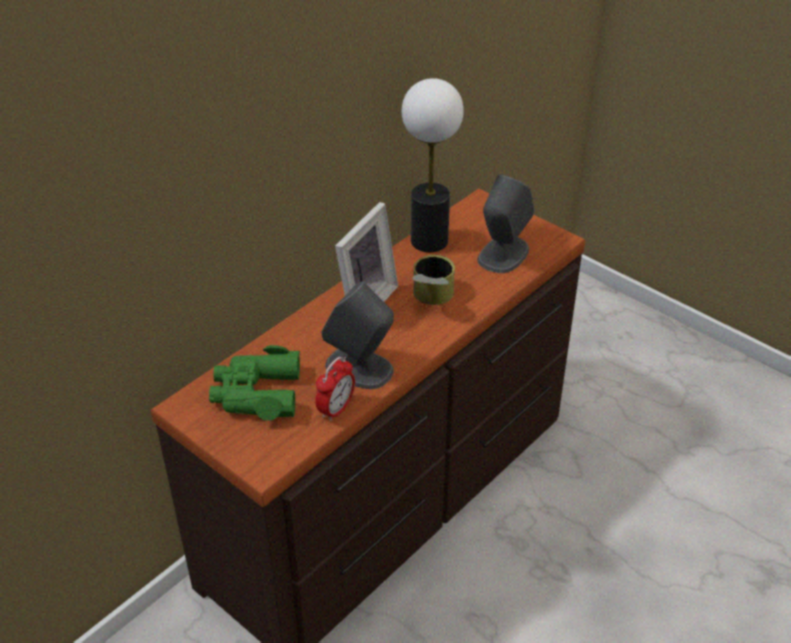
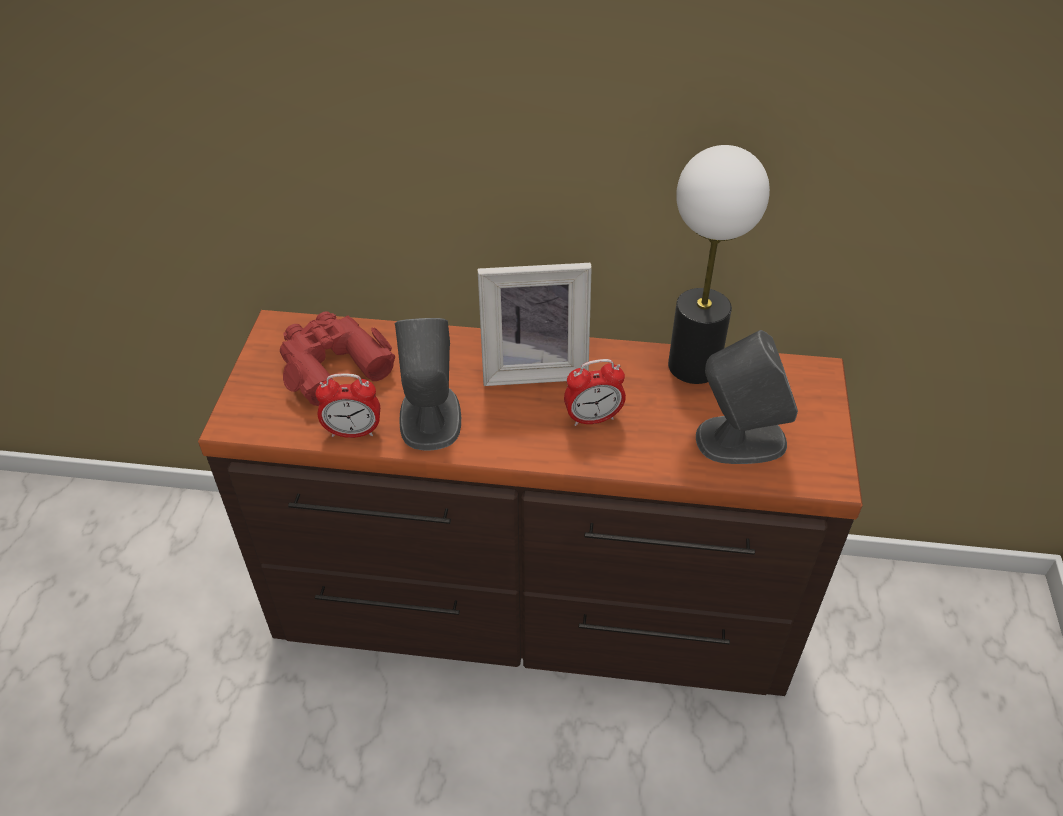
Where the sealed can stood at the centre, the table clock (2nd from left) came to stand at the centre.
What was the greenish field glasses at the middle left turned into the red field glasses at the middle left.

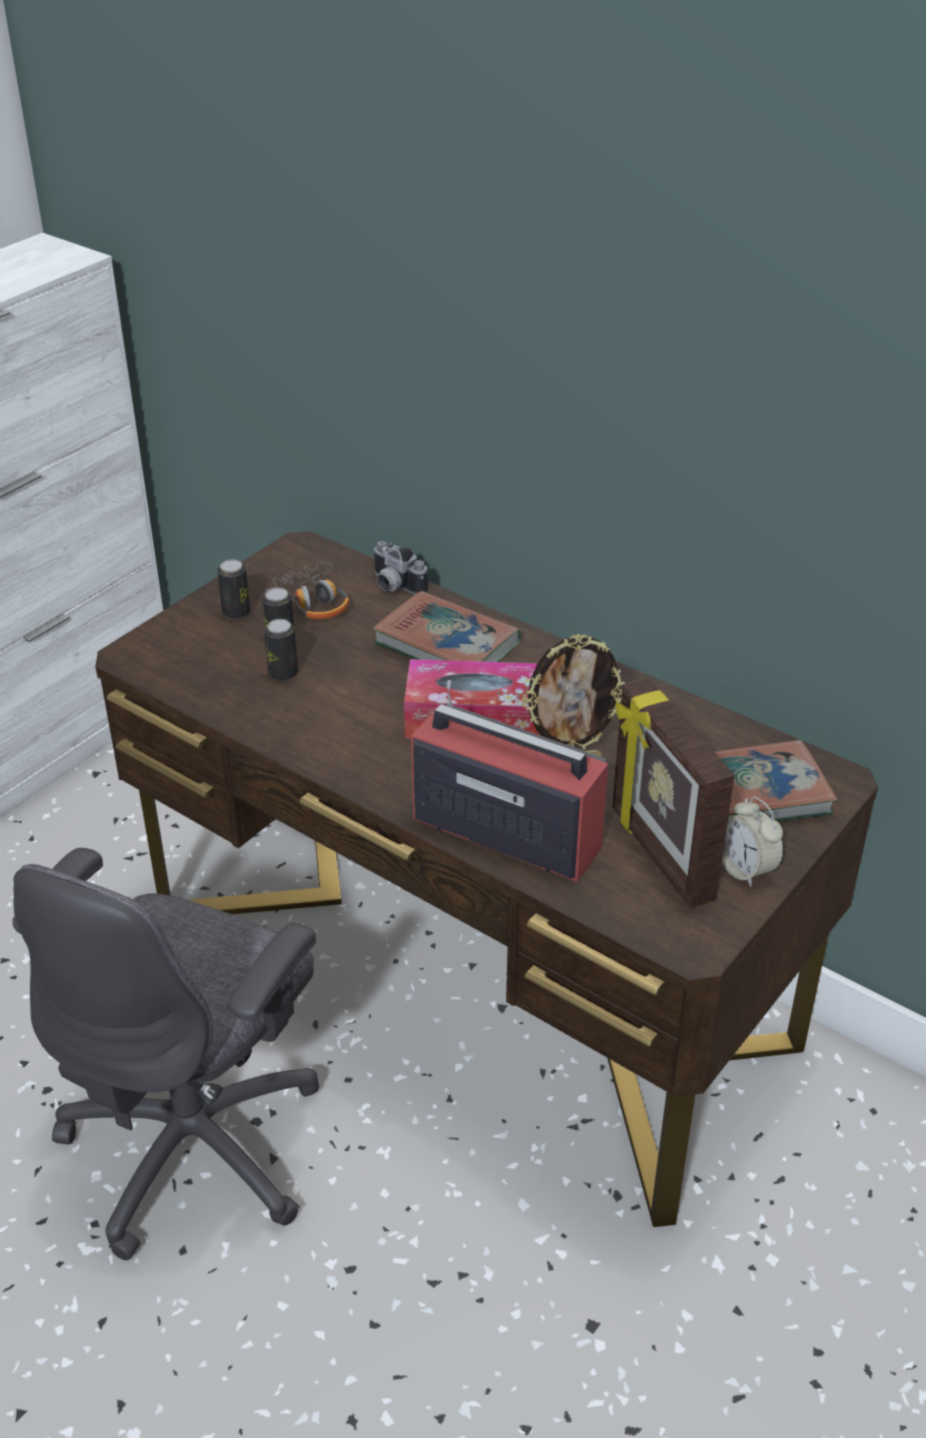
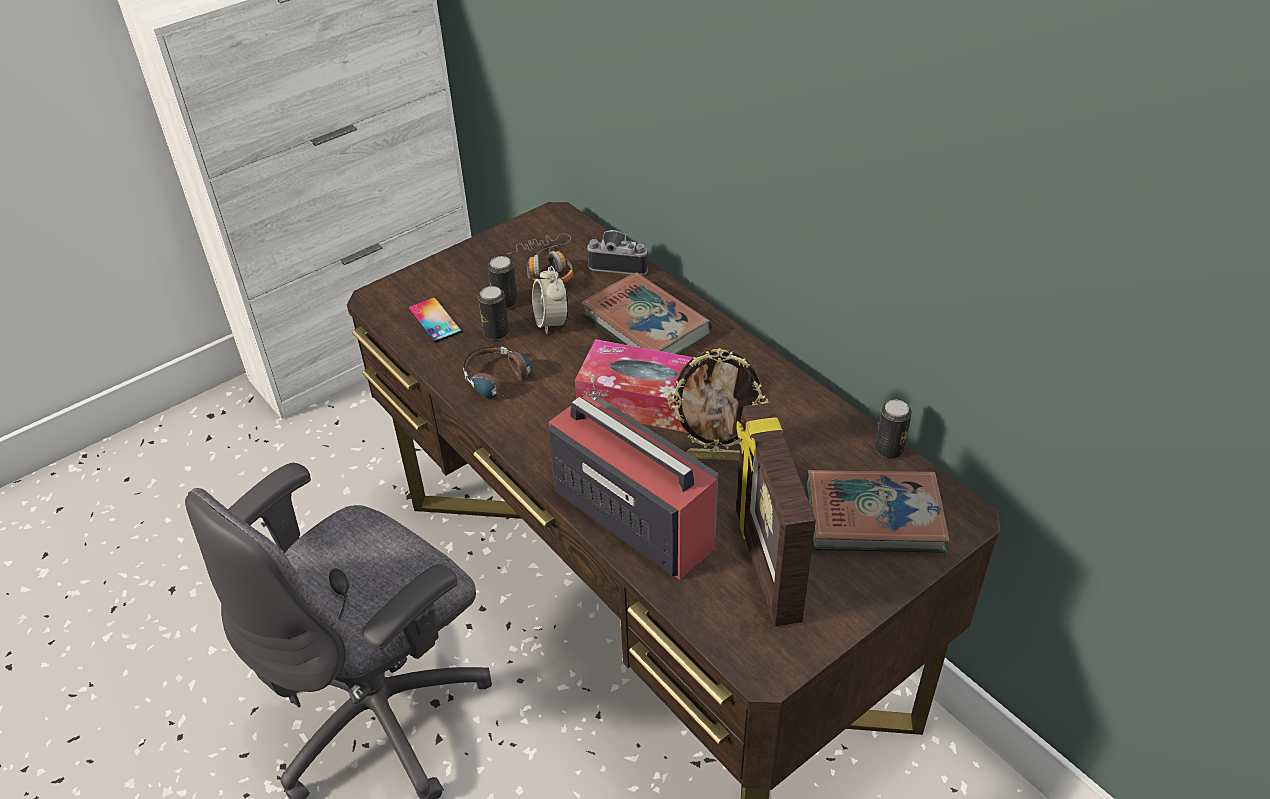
The second view gained the handset at the centre.
The second view gained the pair of headphones (1st from left) at the centre.
The sealed can (1st from left in the first image) ended up elsewhere, having gone from the middle left to the middle right.
The table clock ended up elsewhere, having gone from the middle right to the centre.
The still camera at the centre ended up facing another way, 135 degrees clockwise from before.

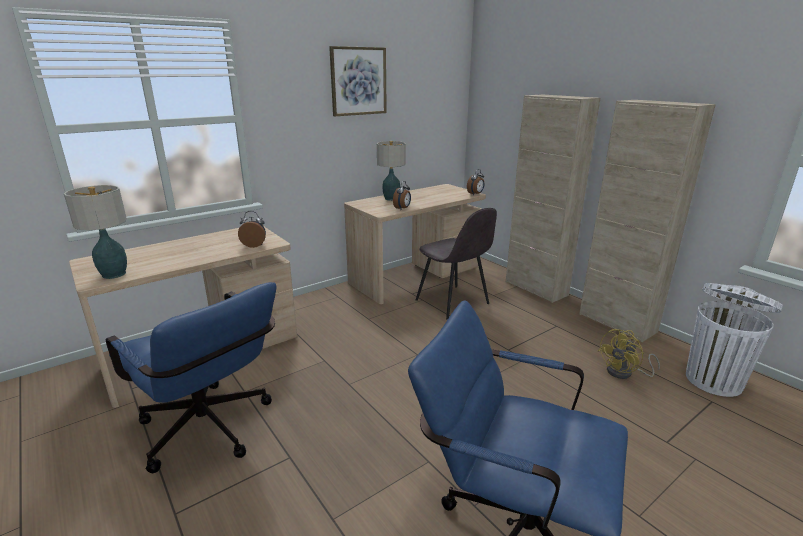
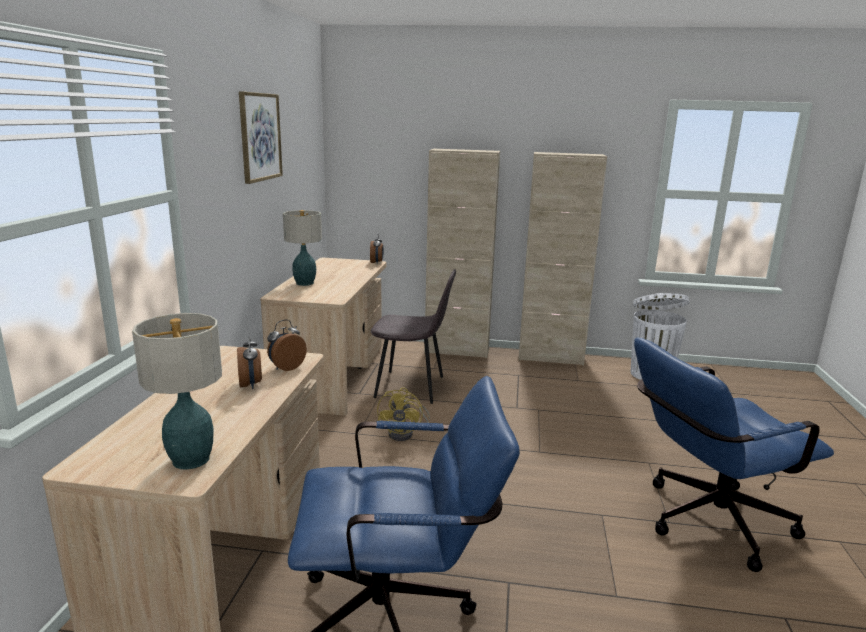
The table clock (2nd from left in the first image) ended up elsewhere, having gone from the centre to the middle left.
The yellow electric fan ended up elsewhere, having gone from the middle right to the centre.

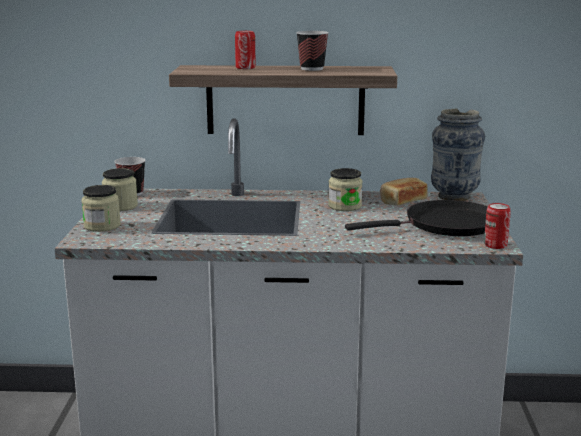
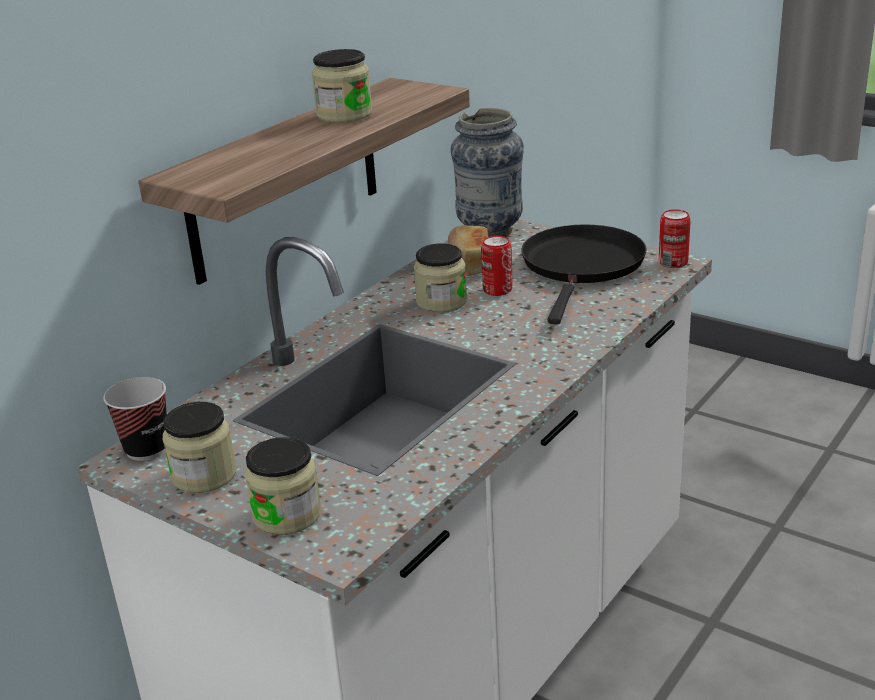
The sealed can (1st from left) ended up elsewhere, having gone from the top centre to the centre.
Where the small cup (2nd from left) stood at the top centre, the preserve jar (3rd from left) came to stand at the top centre.

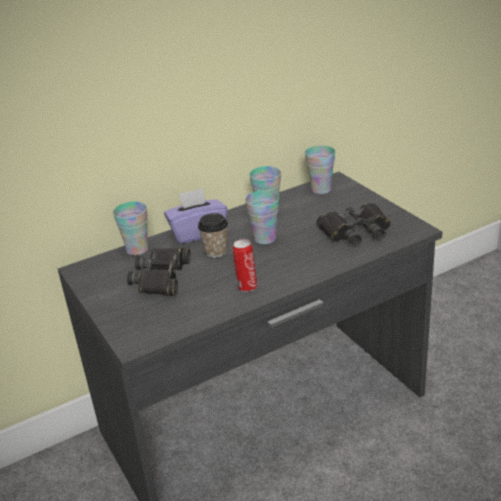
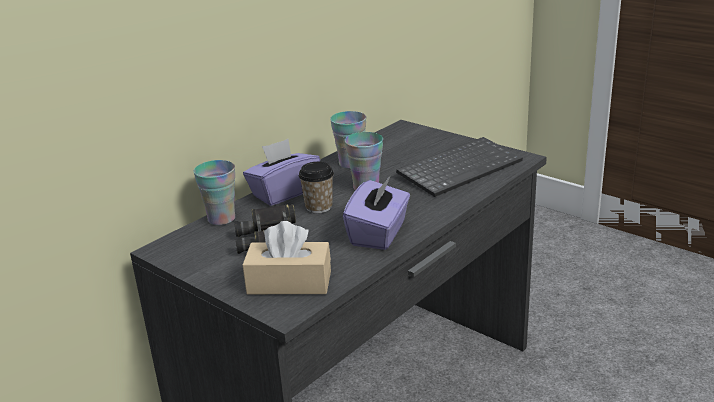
The second view lost the small cup (5th from left) at the centre.
The second view gained the beige tissue box at the centre.
Where the sealed can stood at the centre, the purple-coloured tissue box (2nd from left) came to stand at the centre.
Where the black-coloured field glasses (2nd from left) stood at the middle right, the computer keyboard came to stand at the centre.

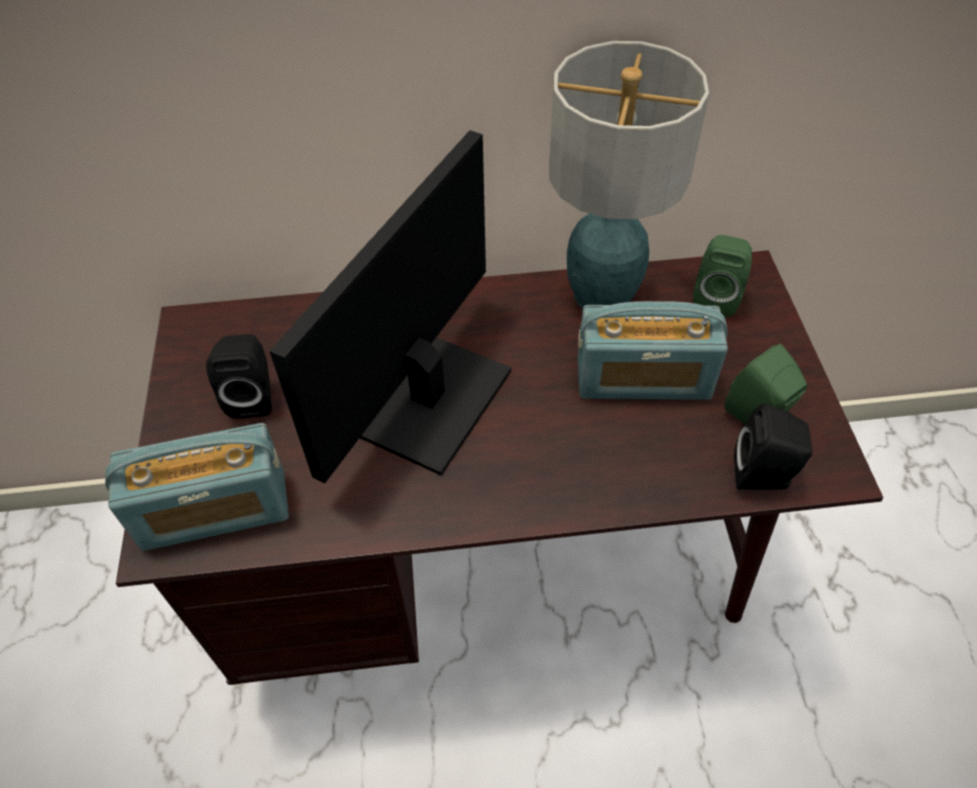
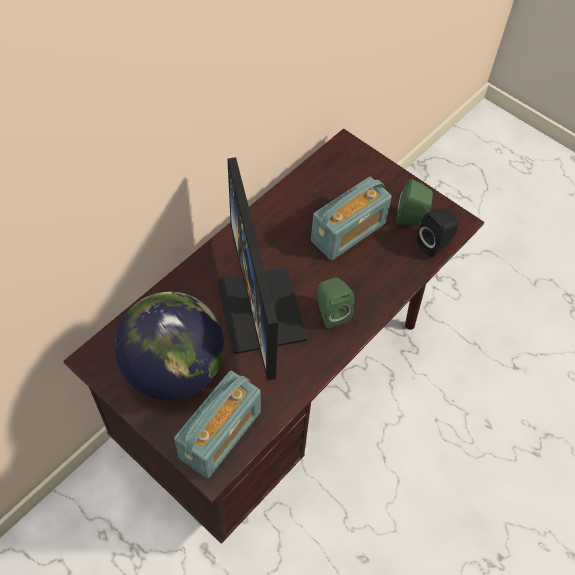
The second view lost the table lamp at the top centre.
The greenish loudspeaker (1st from left) ended up elsewhere, having gone from the middle right to the centre.
Where the black-coloured loudspeaker (1st from left) stood at the middle left, the desk globe came to stand at the middle left.

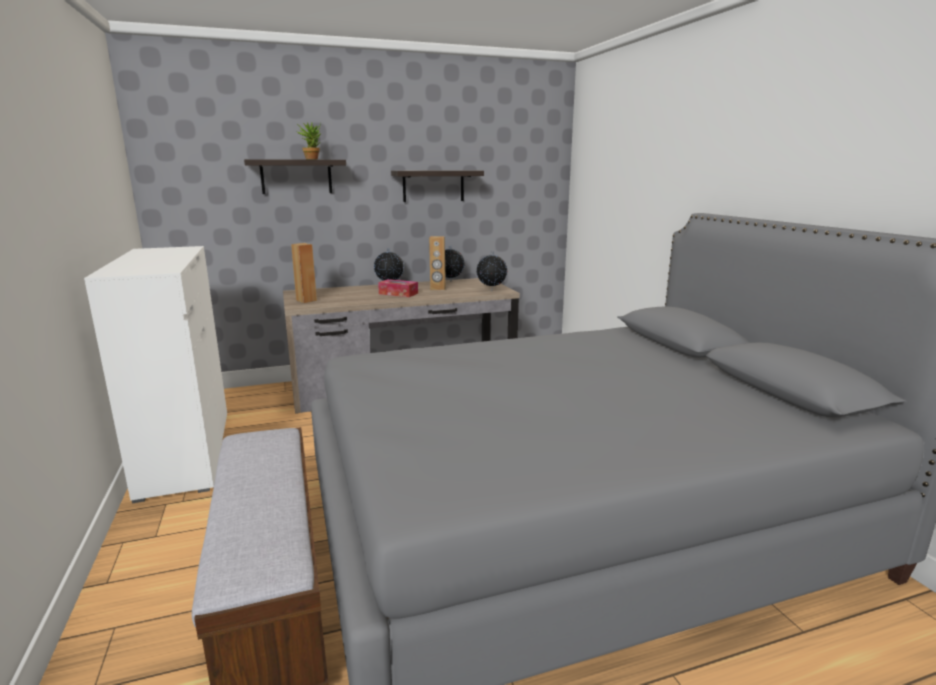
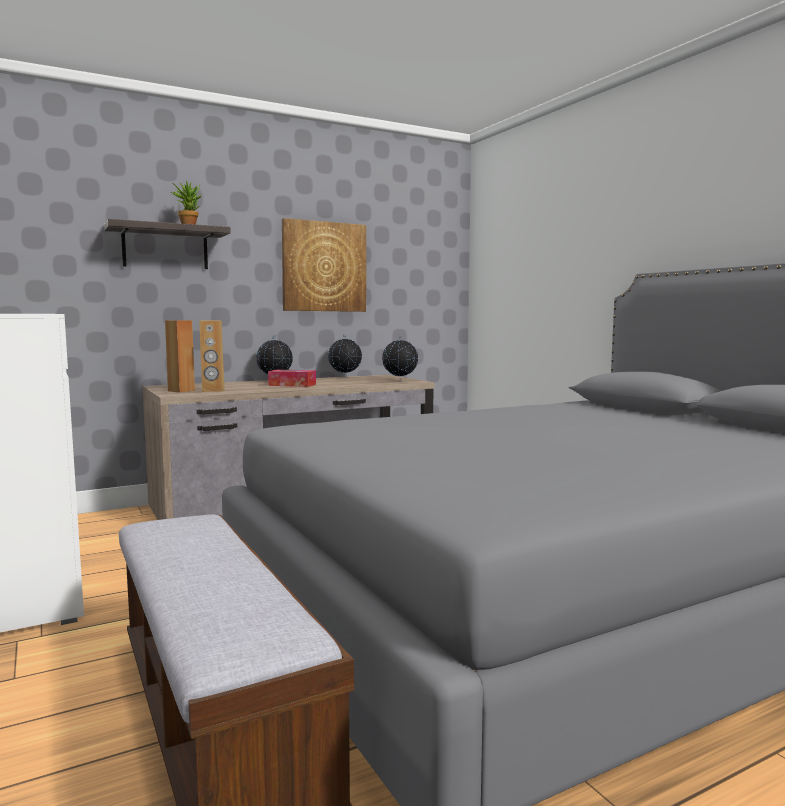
The brown-coloured loudspeaker (2nd from left) ended up elsewhere, having gone from the centre to the middle left.
Where the bracket shelf (2nd from left) hung at the top centre, the picture came to hang at the top centre.

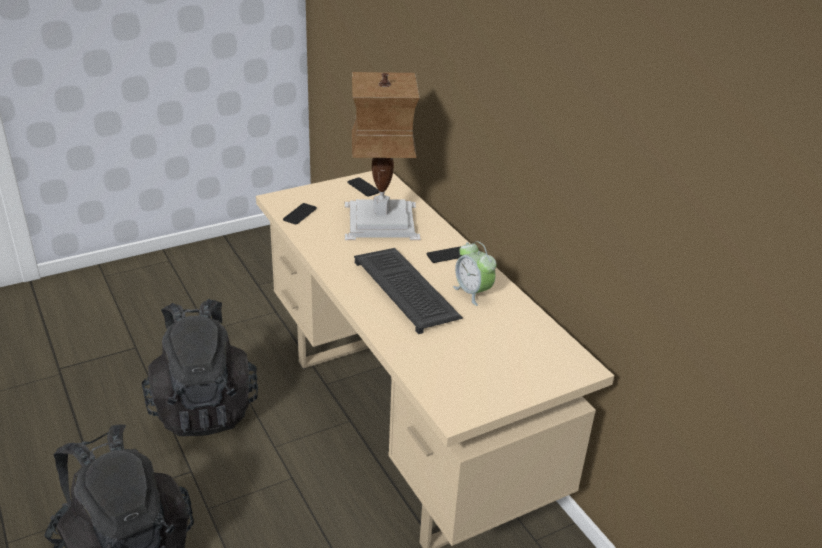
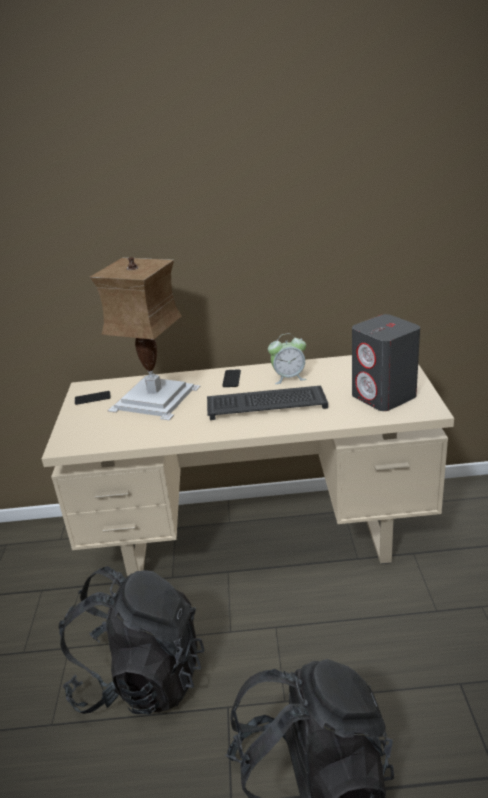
The second view lost the handset (1st from left) at the centre.
The second view gained the greyish loudspeaker at the middle right.

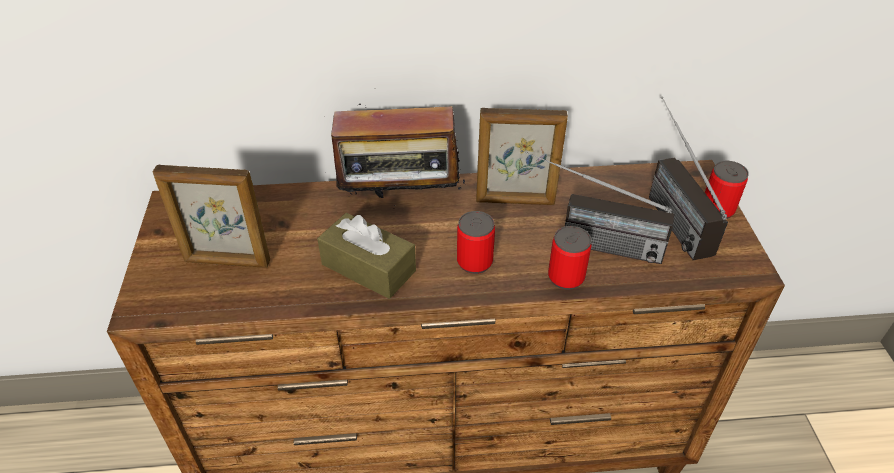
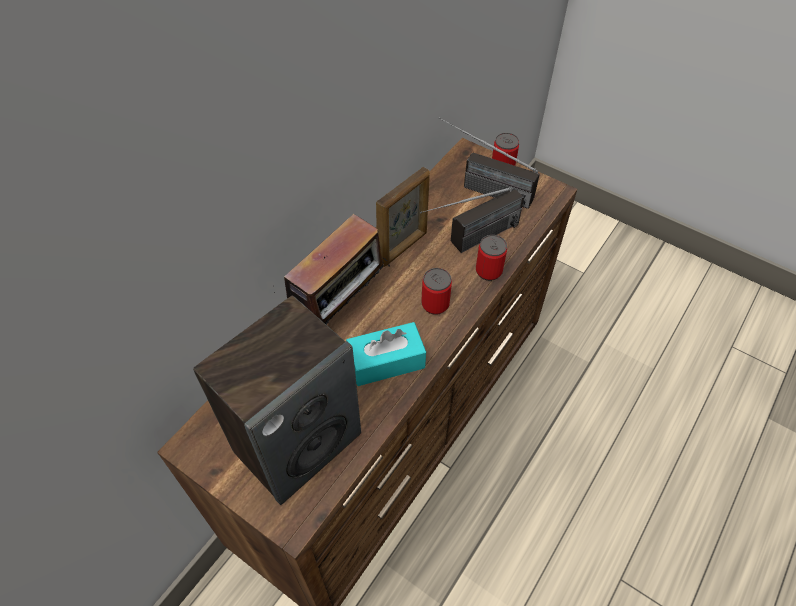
Where the photo frame (1st from left) stood at the middle left, the loudspeaker came to stand at the centre.
What was the brown-coloured tissue box at the centre turned into the turquoise tissue box at the centre.

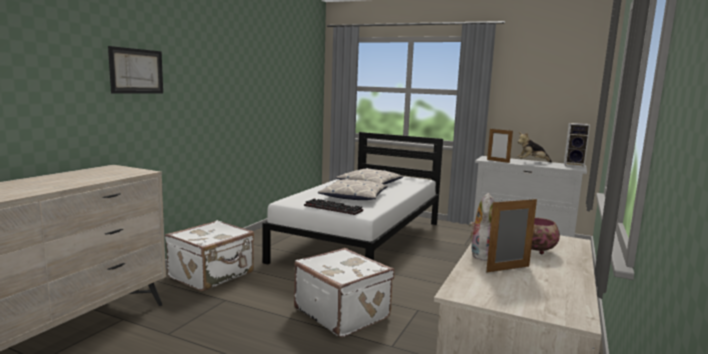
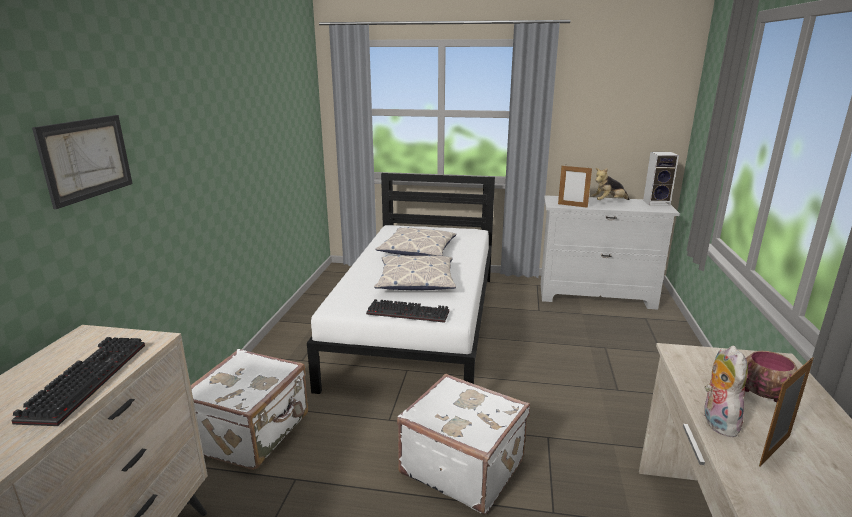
The second view gained the computer keyboard (1st from left) at the bottom left.

